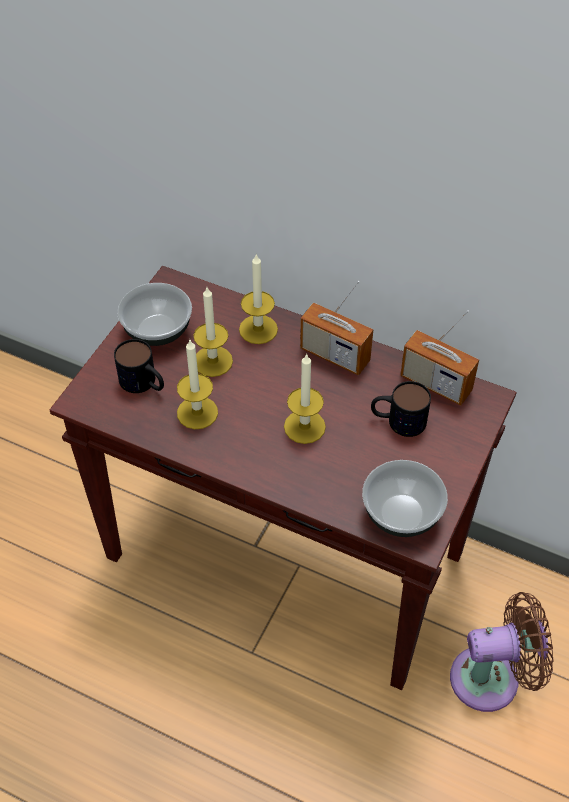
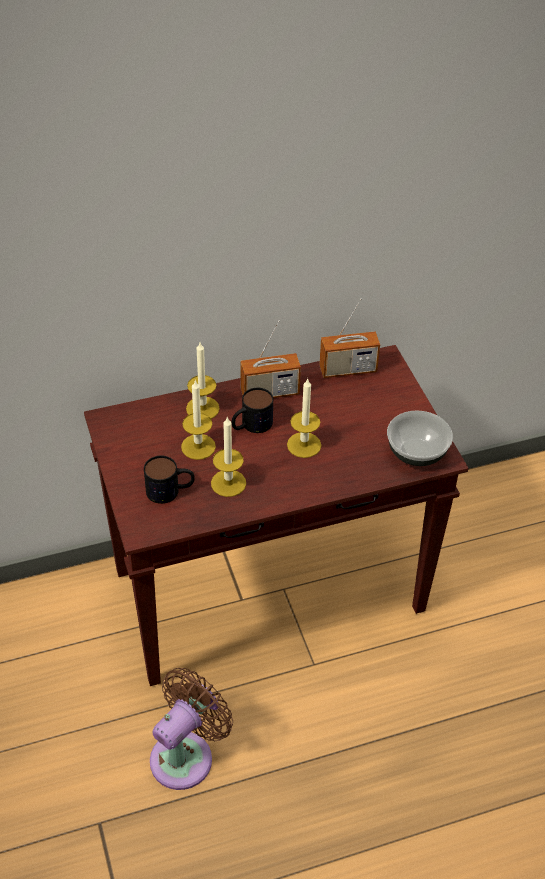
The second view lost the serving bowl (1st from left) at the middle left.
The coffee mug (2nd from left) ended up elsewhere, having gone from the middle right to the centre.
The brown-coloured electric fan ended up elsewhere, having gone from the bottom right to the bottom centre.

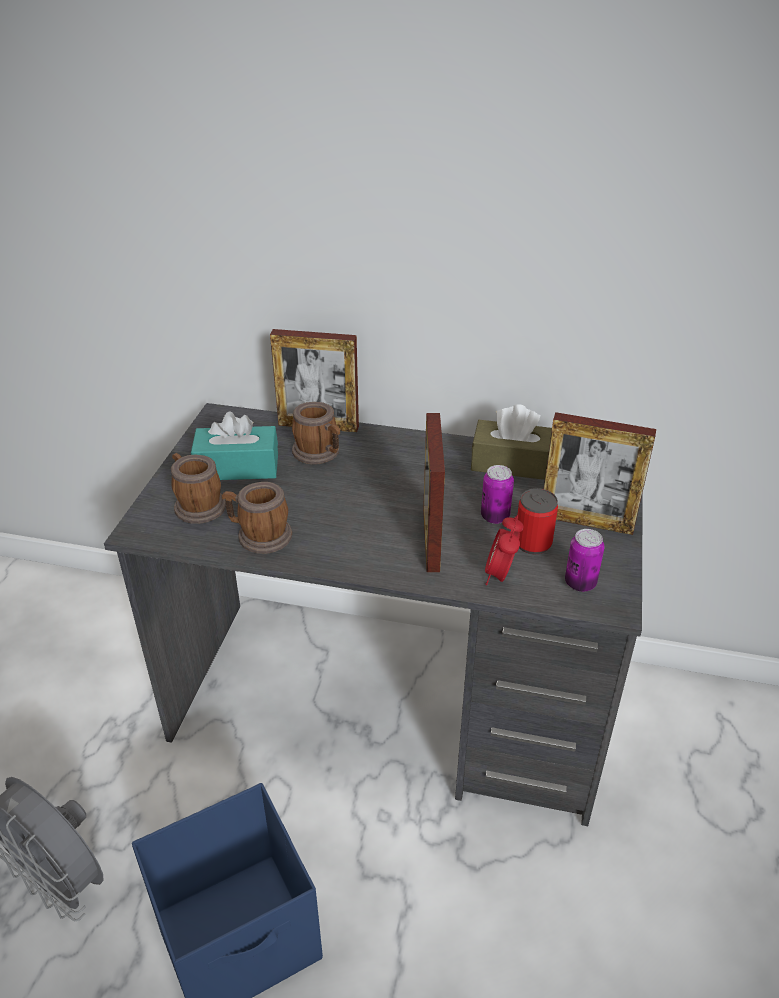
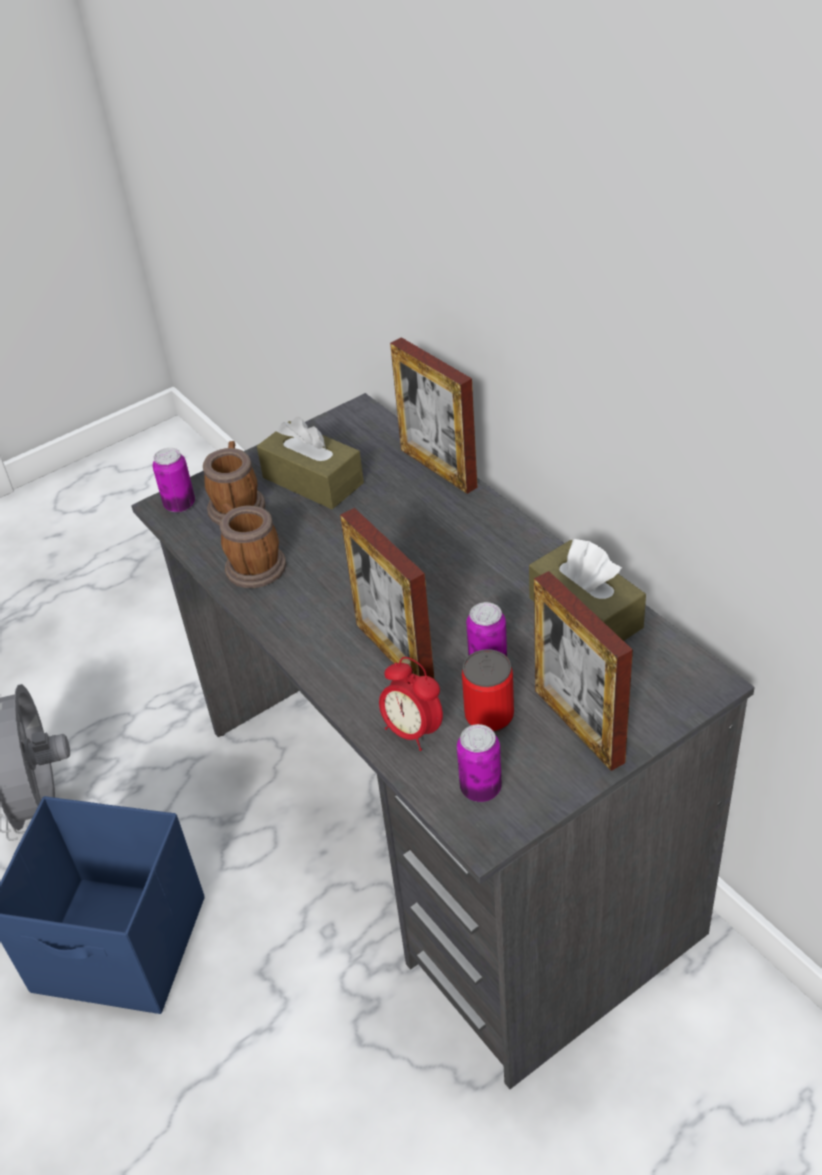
The second view lost the coffee mug (3rd from left) at the centre.
The second view gained the sealed can (1st from left) at the middle left.
What was the turquoise tissue box at the middle left turned into the brown-coloured tissue box (1st from left) at the centre.
The photo frame (2nd from left in the first image) at the centre ended up facing another way, 75 degrees counterclockwise from before.
The table clock at the centre ended up facing another way, 105 degrees counterclockwise from before.

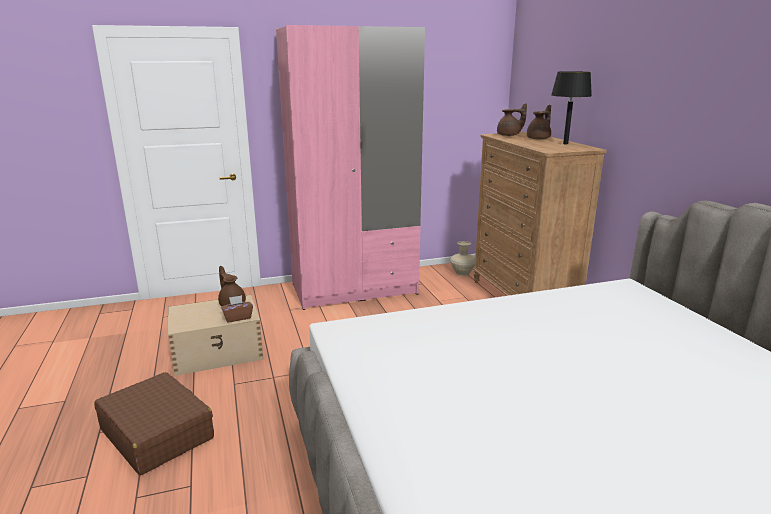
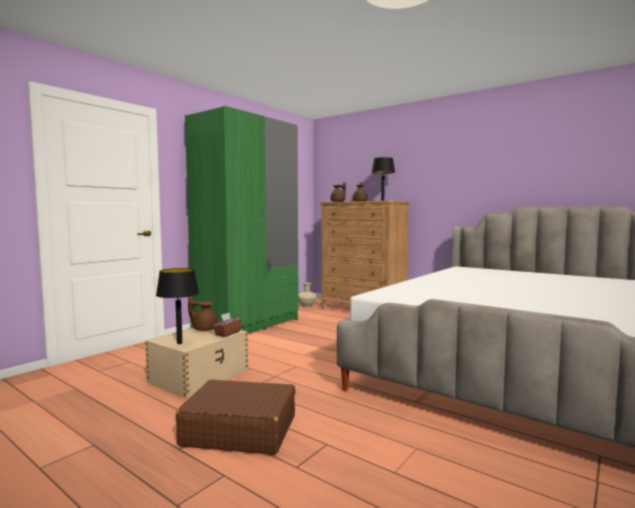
The second view gained the black-coloured table lamp (1st from left) at the middle left.
What was the pink-coloured armoire at the top centre turned into the greenish armoire at the centre.

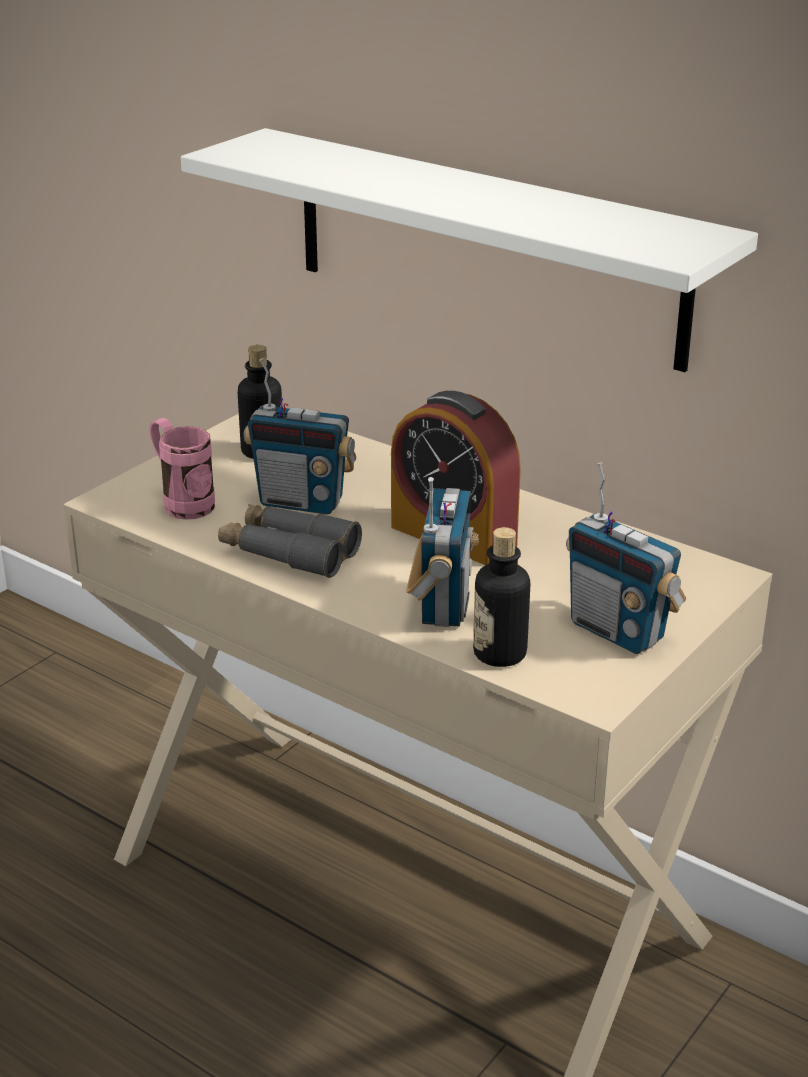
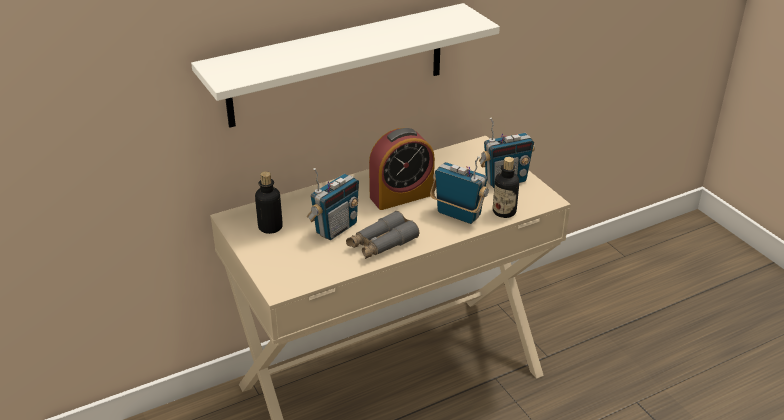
The second view lost the pink-coloured coffee mug at the middle left.

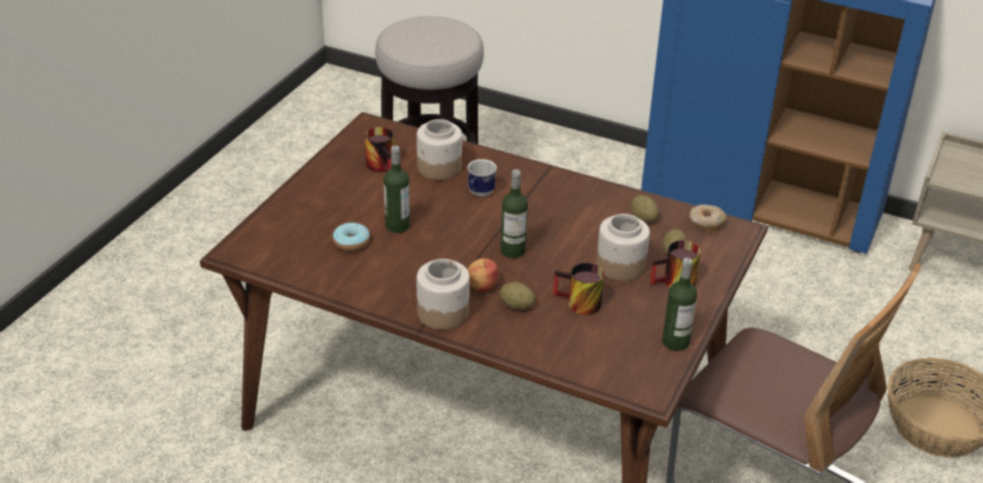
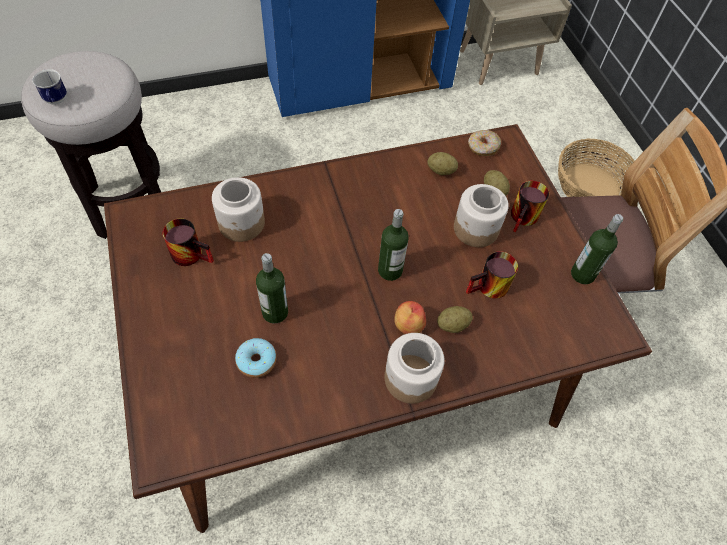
The coffee mug (2nd from left in the first image) ended up elsewhere, having gone from the centre to the top left.

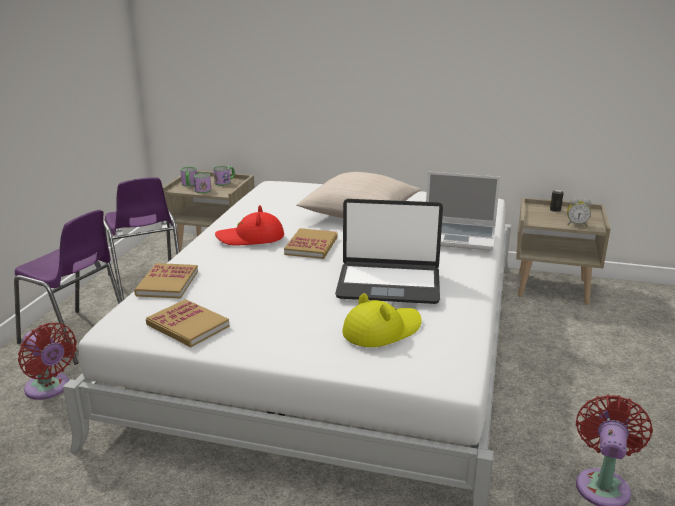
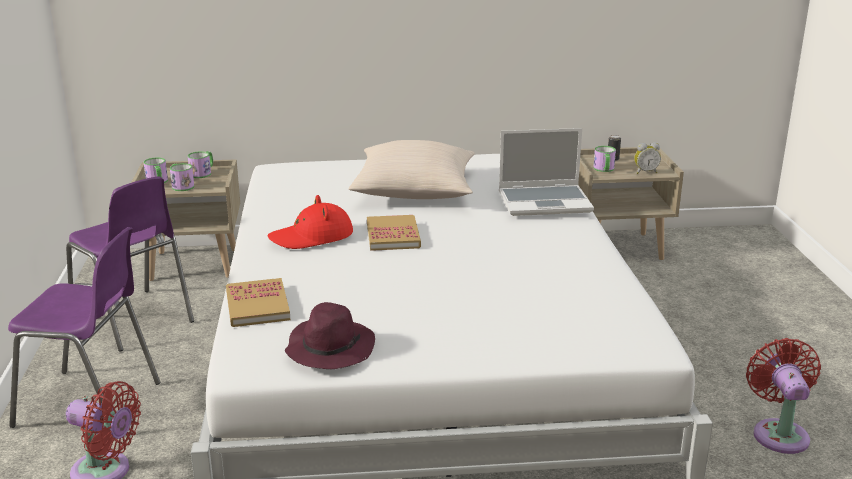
The second view lost the laptop (1st from left) at the centre.
The second view lost the yellow clothing hat at the centre.
The second view gained the coffee mug (4th from left) at the top right.
Where the volume (2nd from left) stood at the middle left, the purple-coloured clothing hat came to stand at the bottom centre.

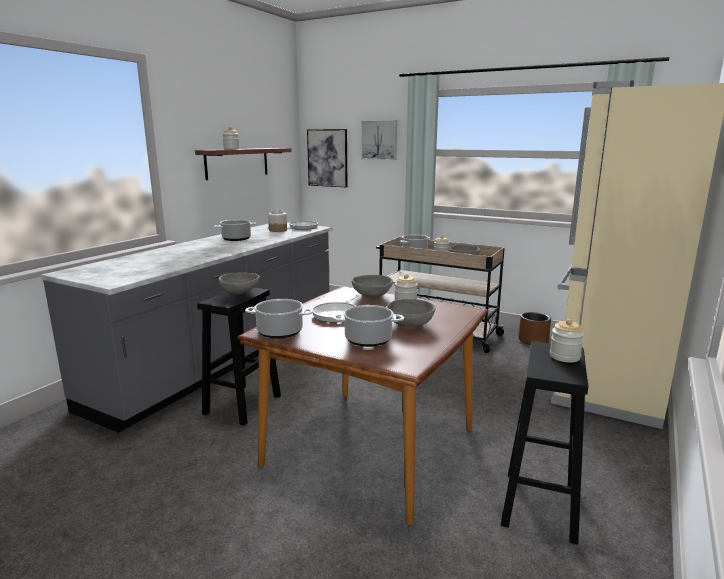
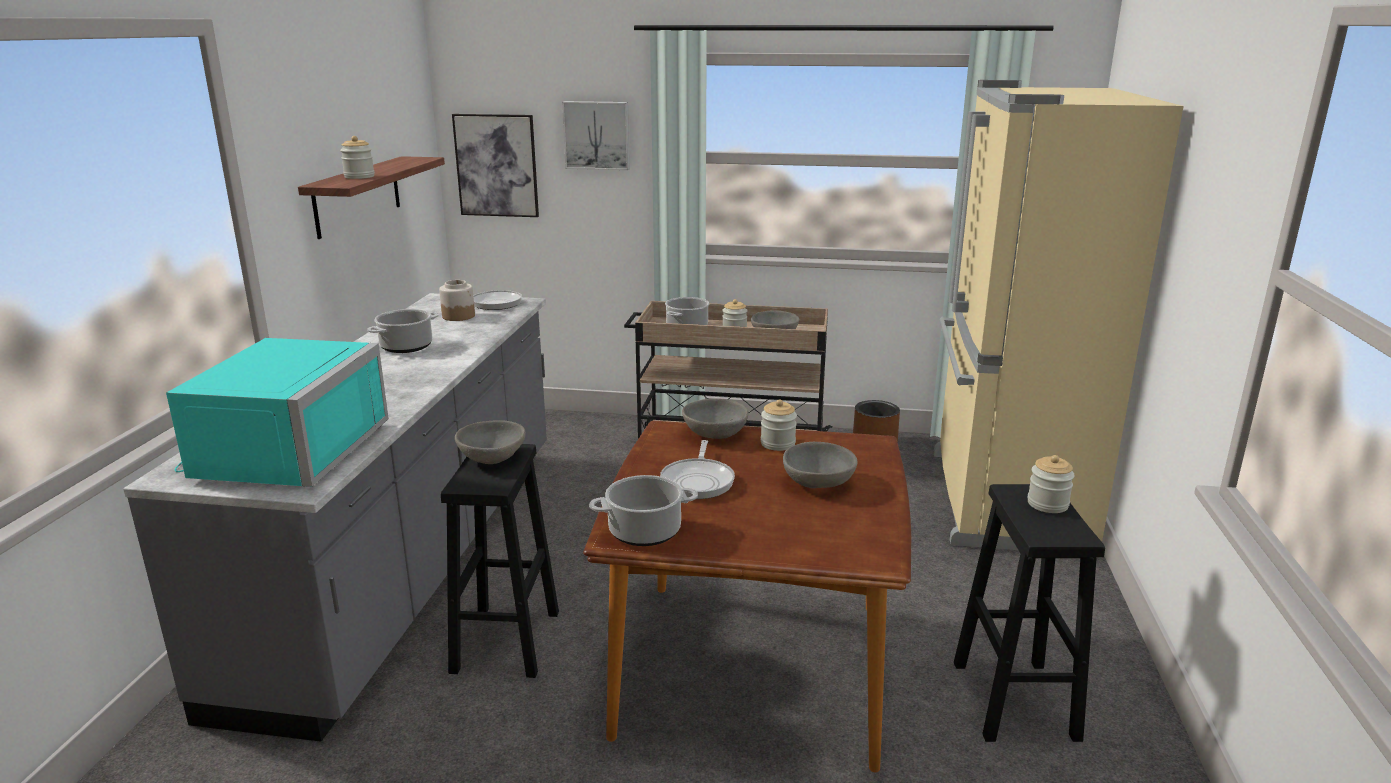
The second view lost the saucepot (3rd from left) at the centre.
The second view gained the turquoise microwave at the middle left.

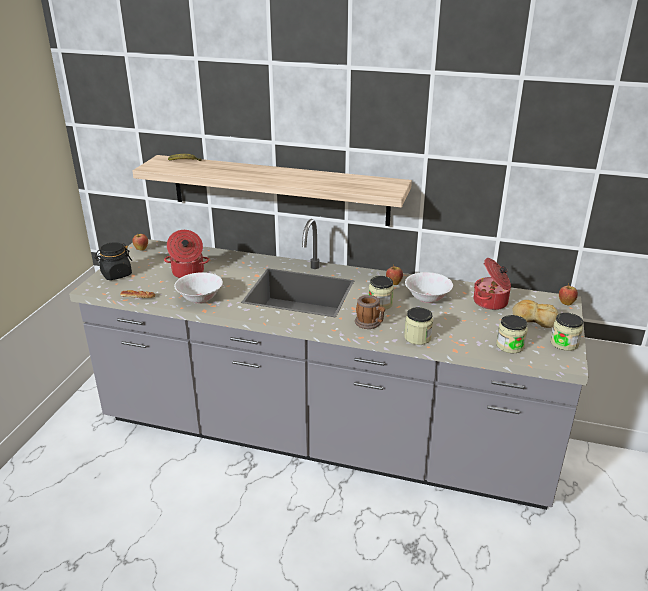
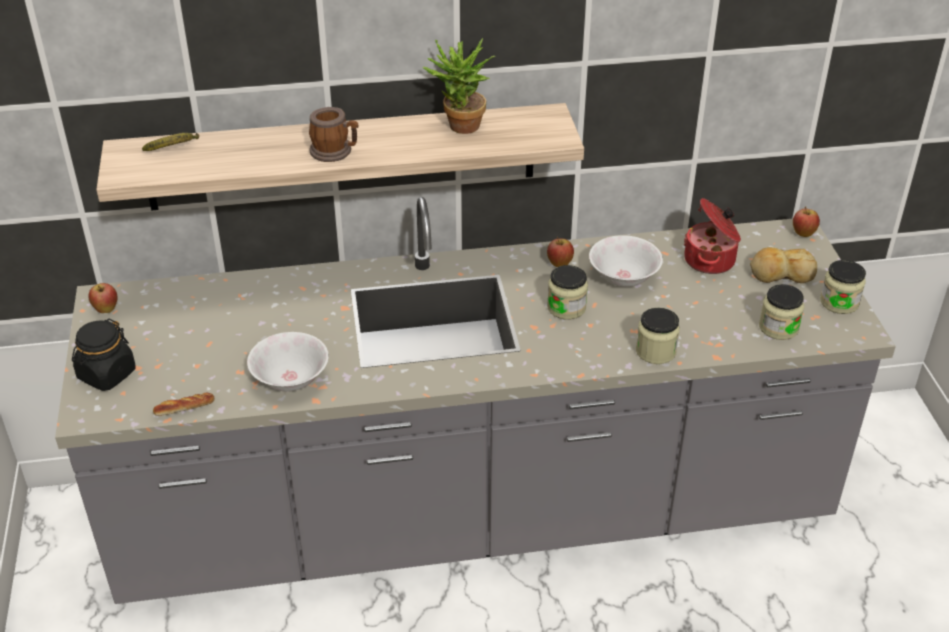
The second view lost the saucepot (1st from left) at the middle left.
The second view gained the houseplant at the top centre.
The coffee mug ended up elsewhere, having gone from the centre to the top centre.

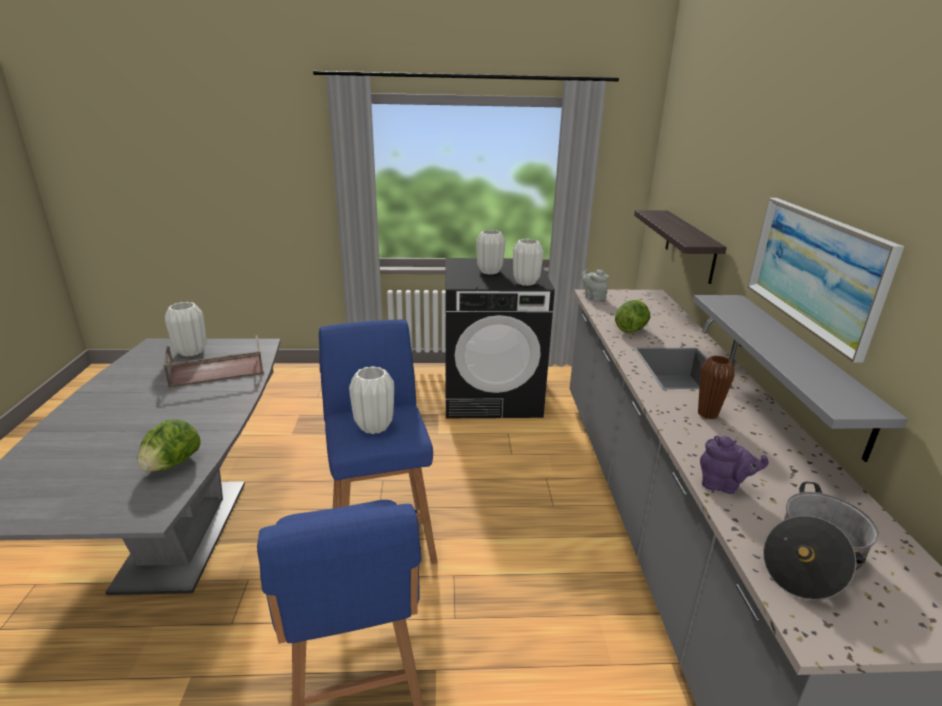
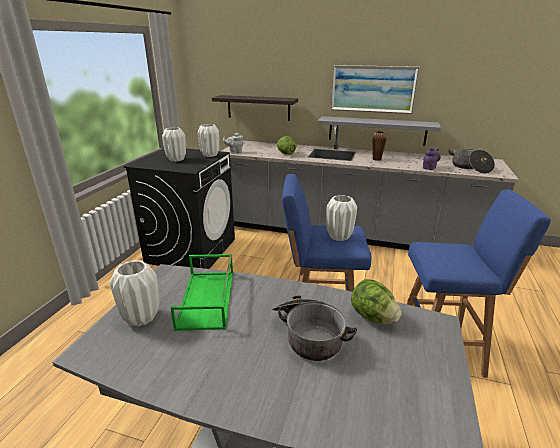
The second view gained the saucepot (1st from left) at the bottom centre.
What was the brown-coloured tray at the middle left turned into the greenish tray at the centre.

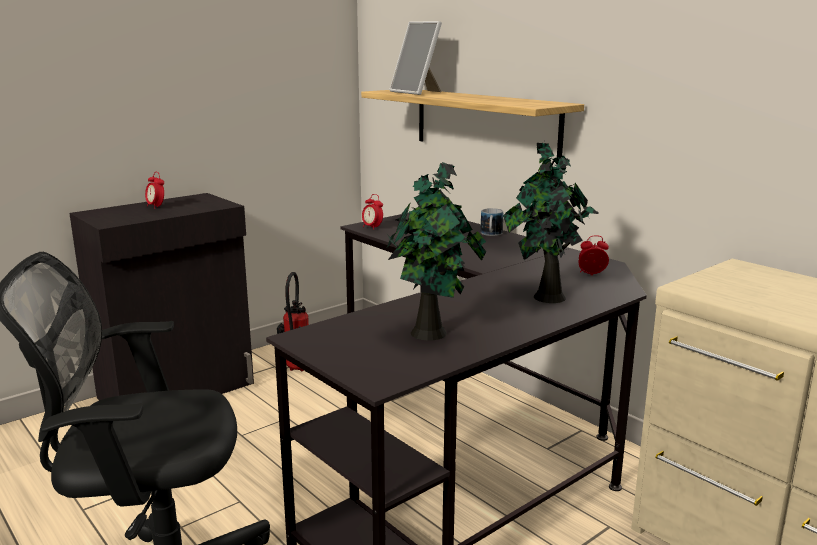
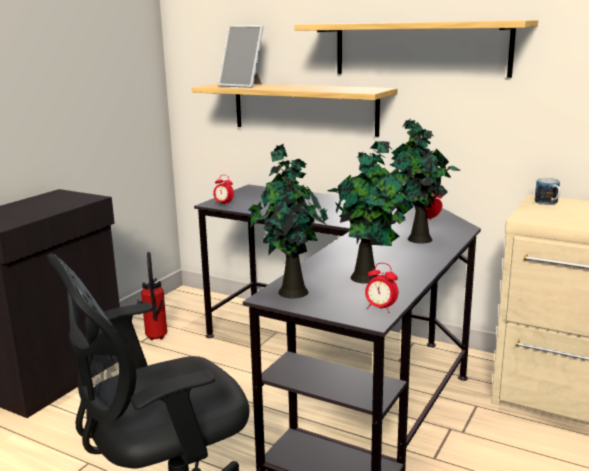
The second view gained the houseplant (1st from left) at the centre.
The second view gained the bracket shelf (2nd from left) at the top right.
The table clock (1st from left in the first image) ended up elsewhere, having gone from the middle left to the centre.
The coffee mug ended up elsewhere, having gone from the centre to the middle right.

